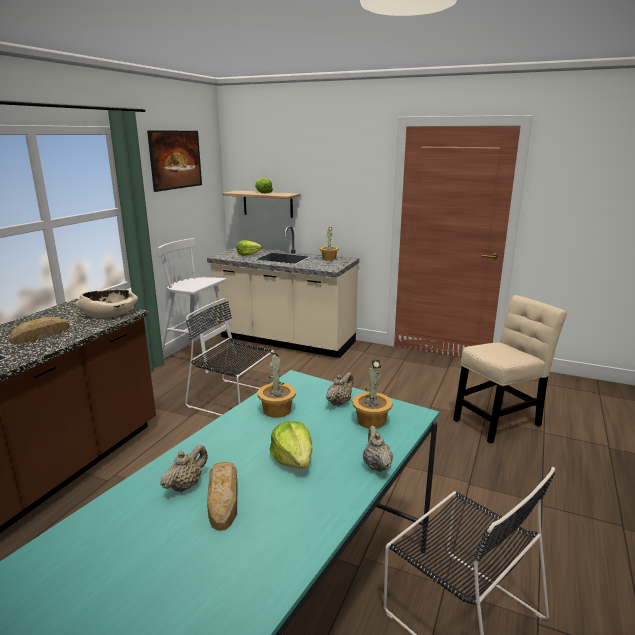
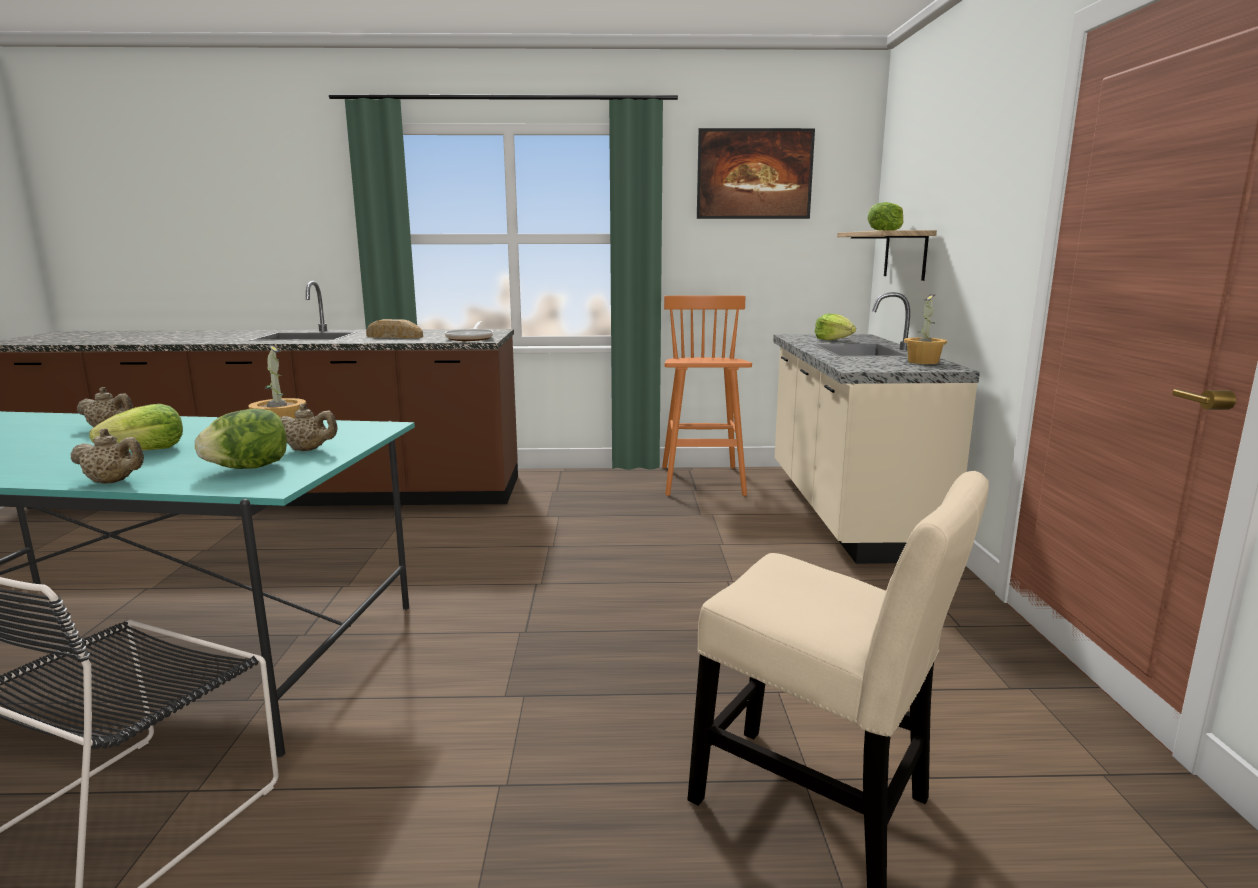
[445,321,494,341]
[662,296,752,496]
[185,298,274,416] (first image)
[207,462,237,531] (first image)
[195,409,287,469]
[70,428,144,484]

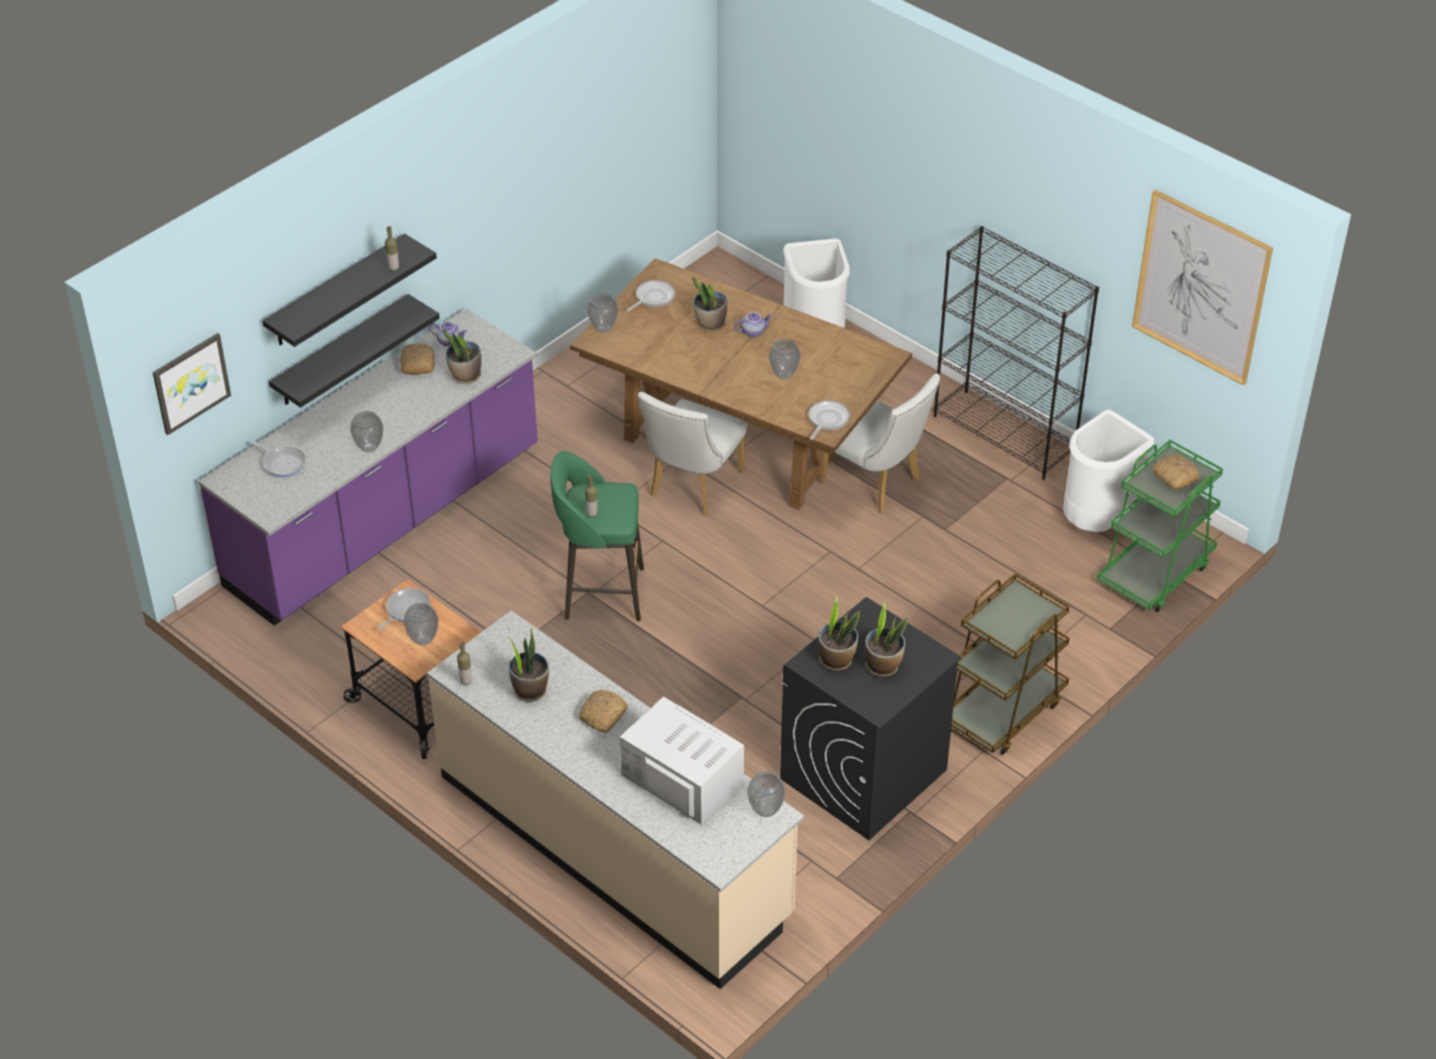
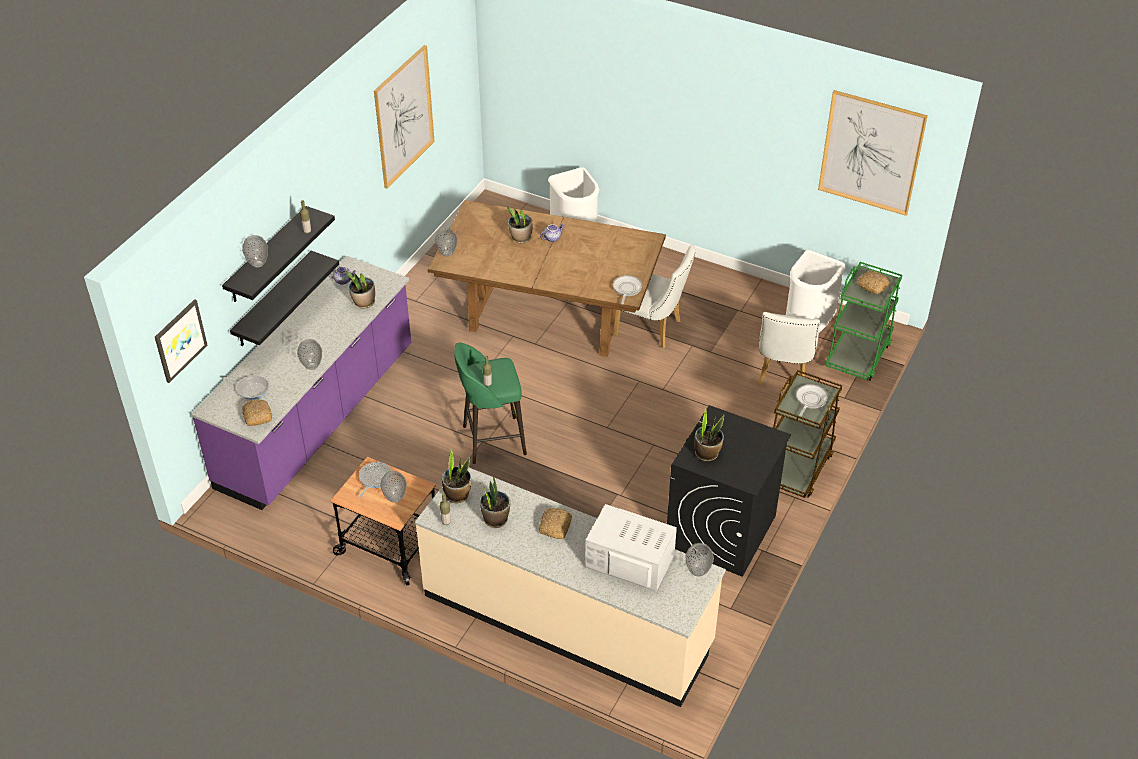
[242,399,272,426]
[796,384,828,416]
[757,312,820,386]
[242,235,268,268]
[442,448,471,503]
[934,226,1099,480] (first image)
[374,45,435,189]

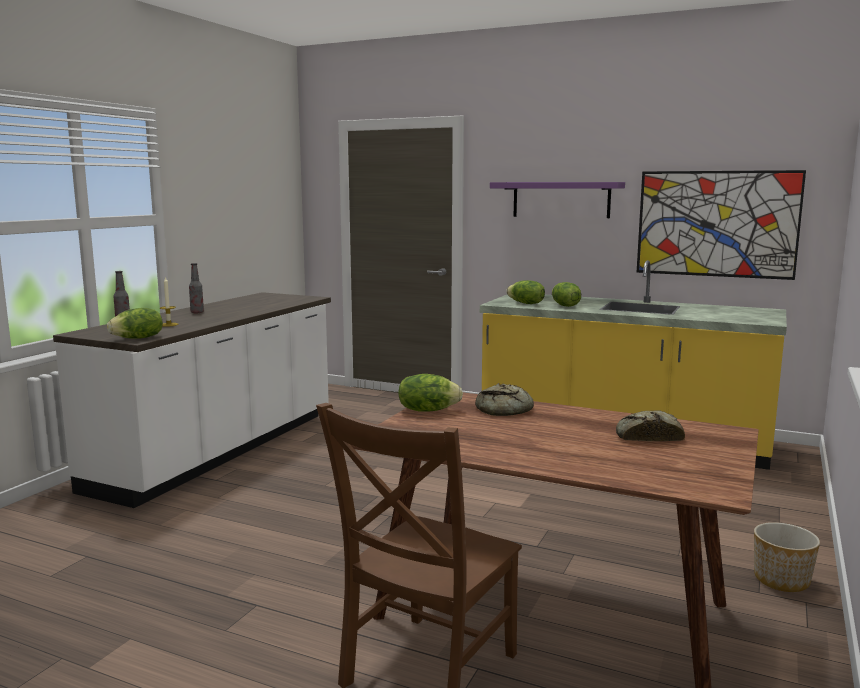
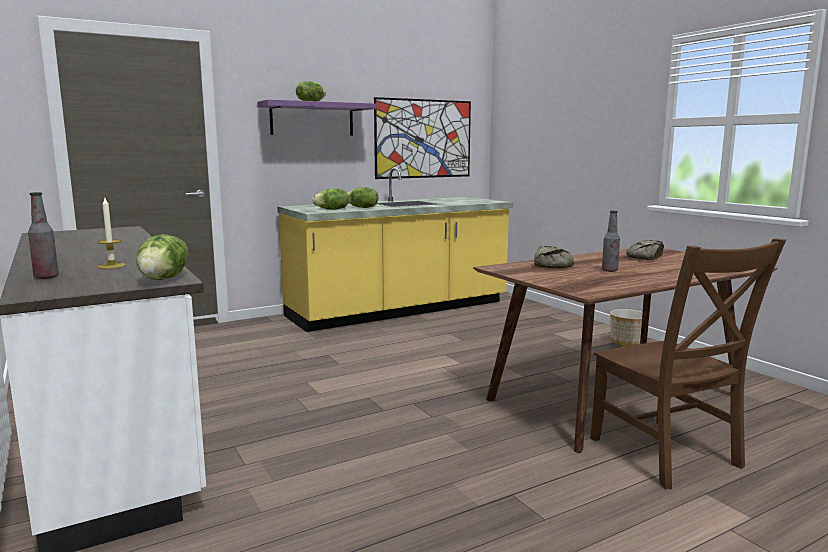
[602,211,620,272]
[296,81,326,101]

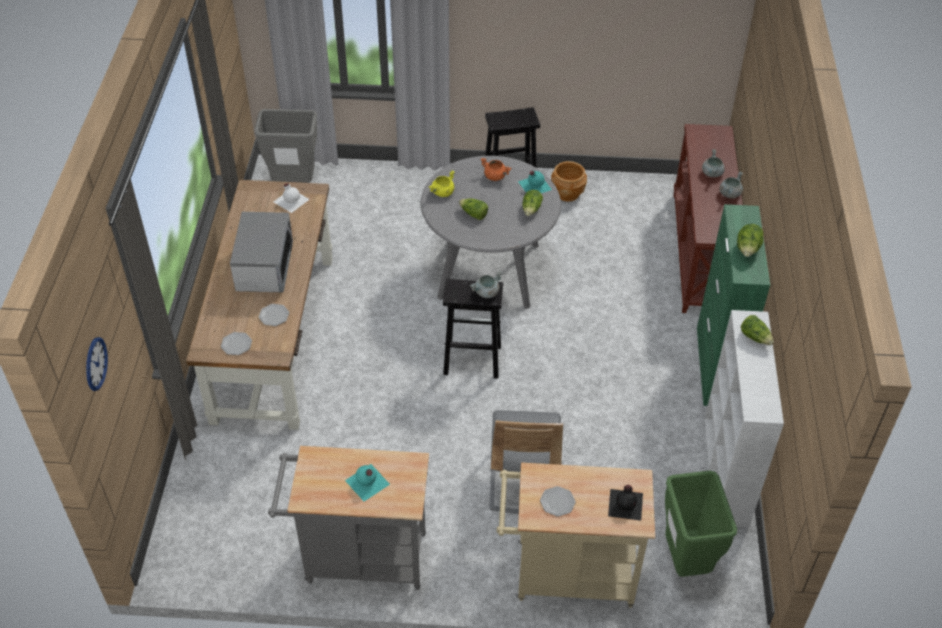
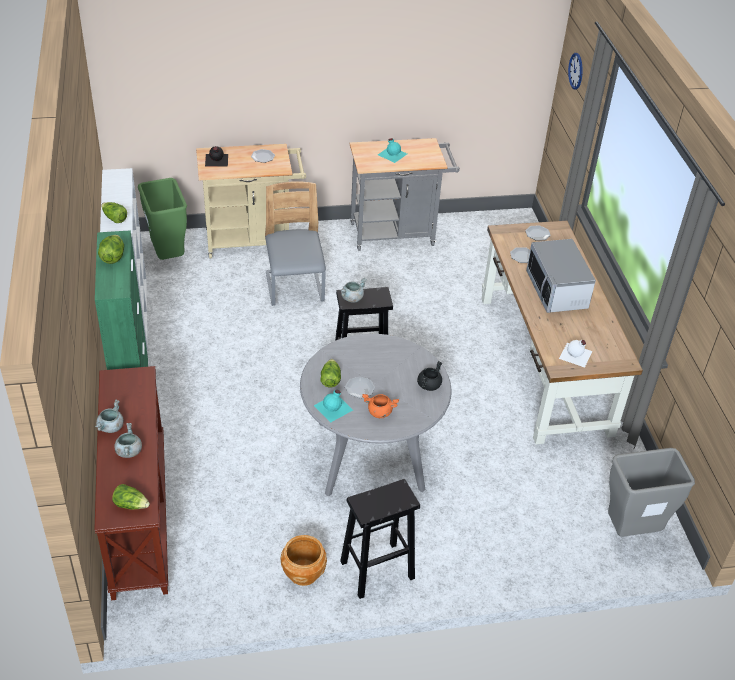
[417,361,442,391]
[112,484,150,509]
[345,376,375,398]

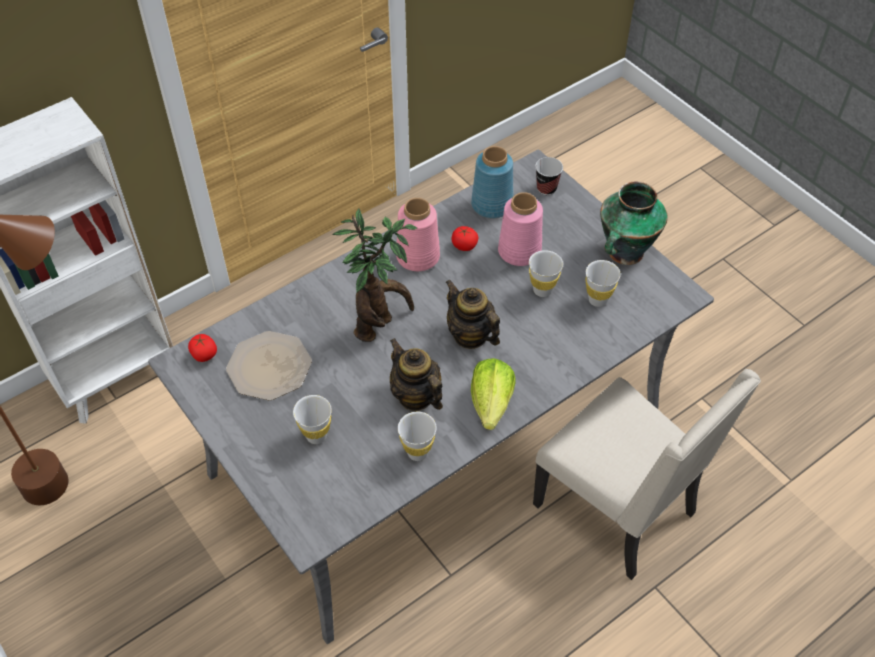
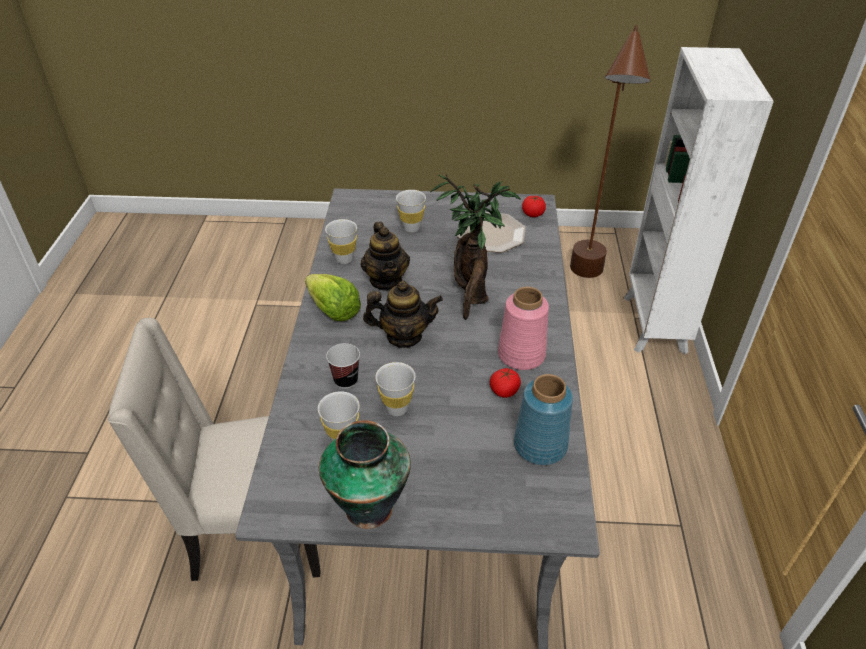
[361,222,410,291]
[498,192,543,266] (first image)
[326,343,360,389]

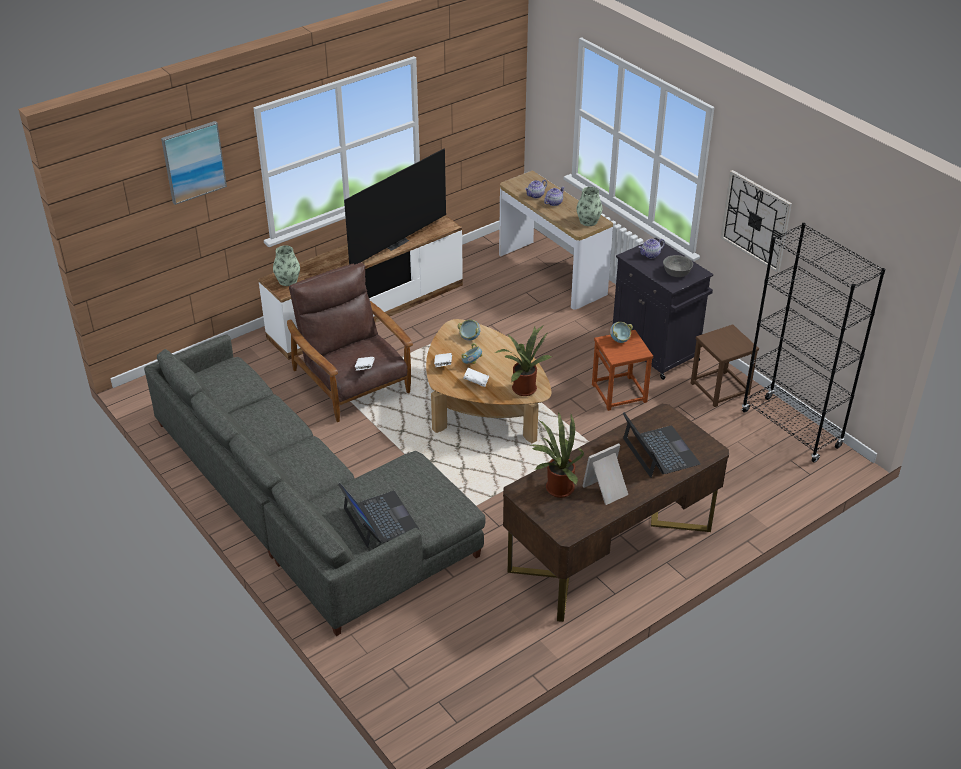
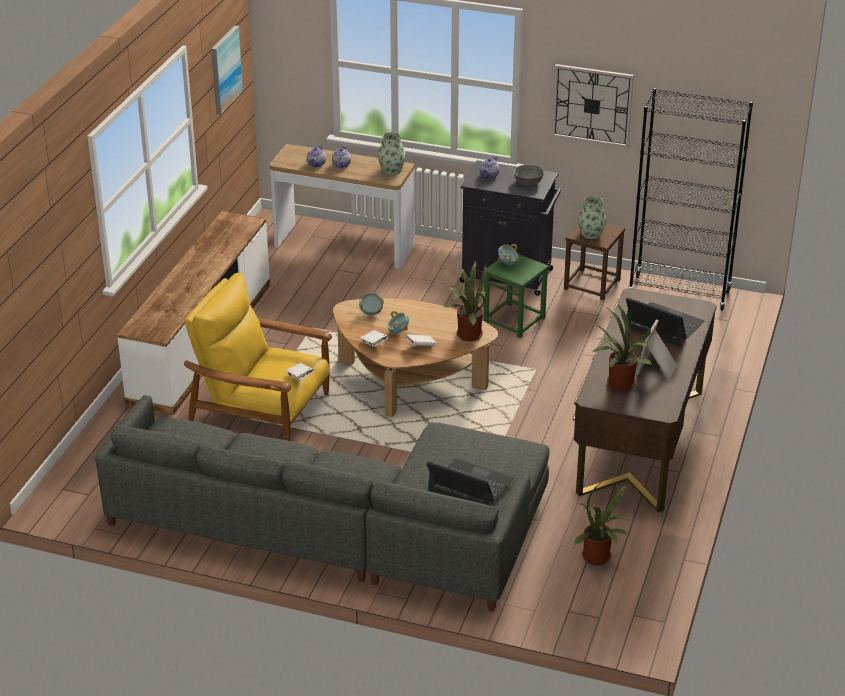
[211,26,243,115]
[578,196,606,239]
[184,273,332,441]
[344,149,446,265] (first image)
[483,254,549,338]
[573,484,630,566]

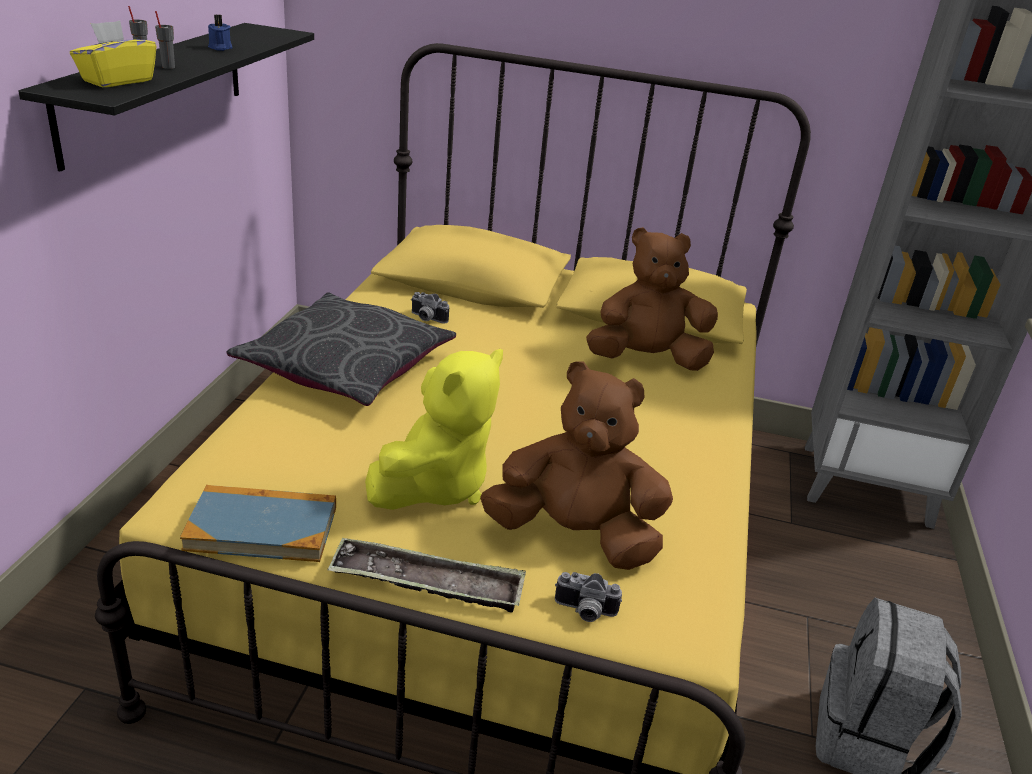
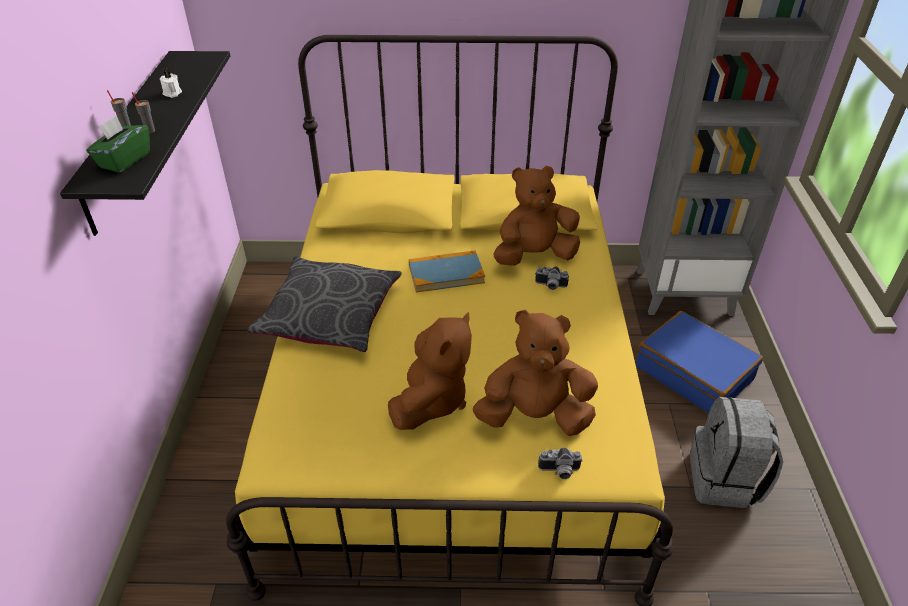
[86,115,150,173]
[409,250,485,293]
[160,69,182,98]
[328,537,526,613] (first image)
[388,312,472,430]
[535,266,569,290]
[635,311,763,414]

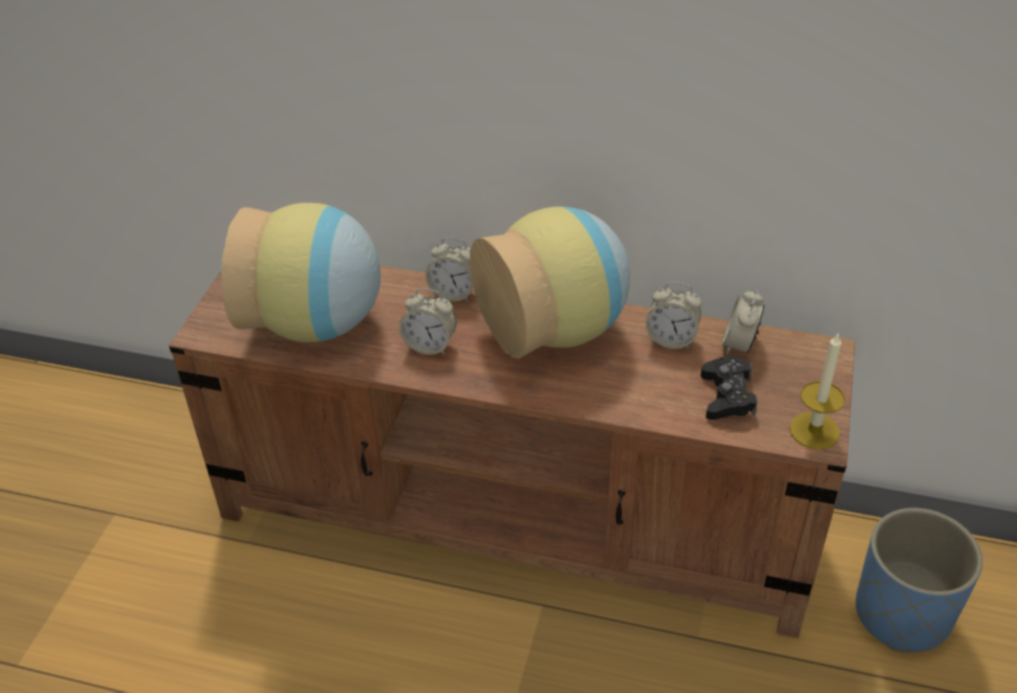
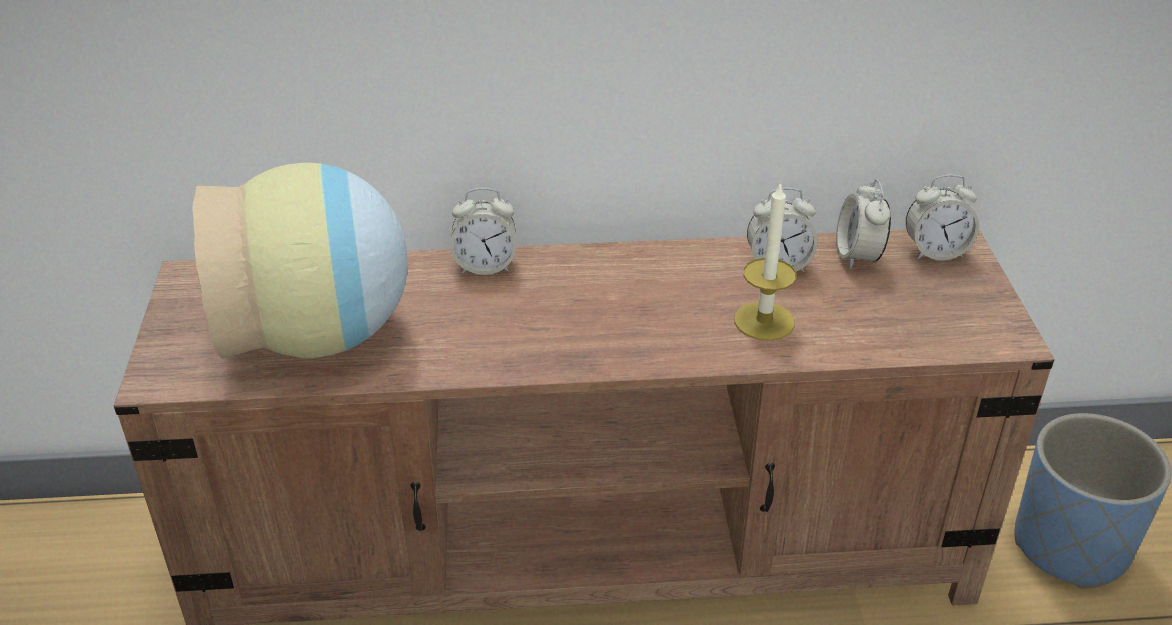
[906,174,979,261]
[470,207,630,359] (first image)
[701,356,757,420] (first image)
[734,181,796,341]

